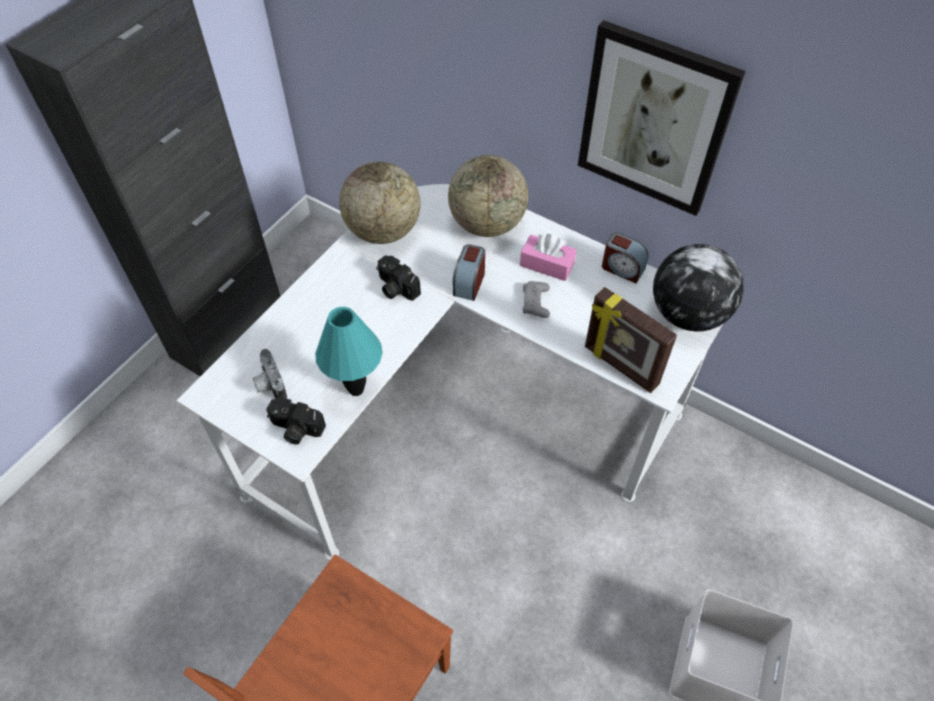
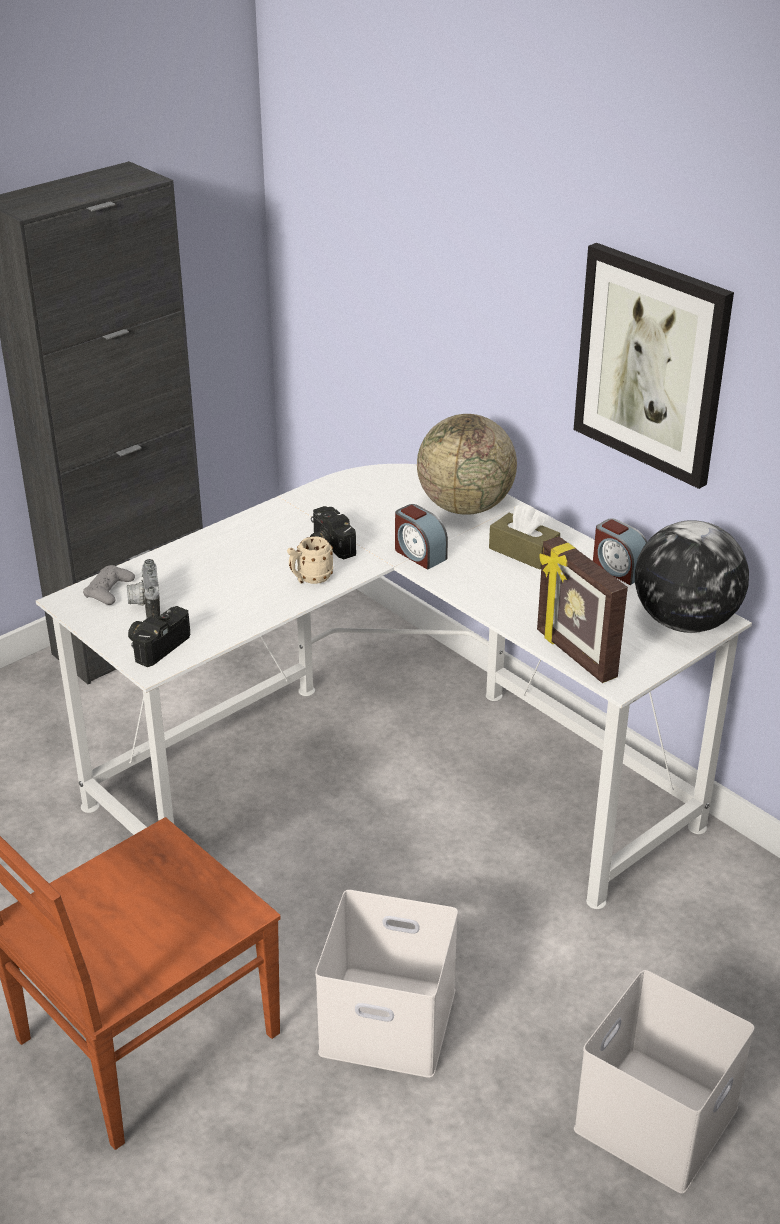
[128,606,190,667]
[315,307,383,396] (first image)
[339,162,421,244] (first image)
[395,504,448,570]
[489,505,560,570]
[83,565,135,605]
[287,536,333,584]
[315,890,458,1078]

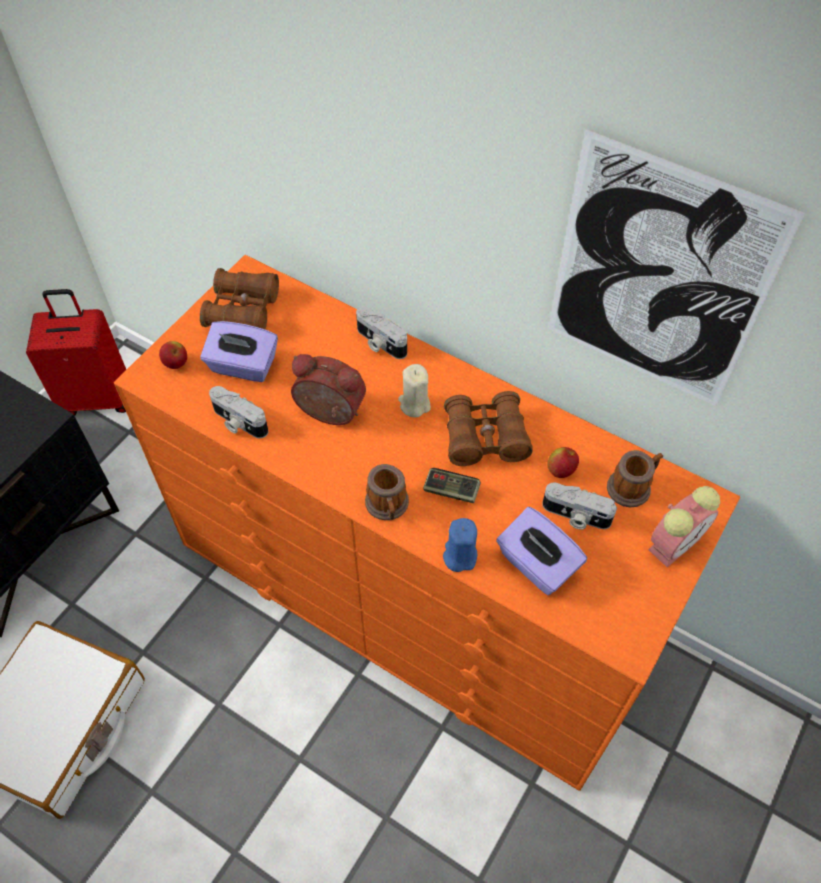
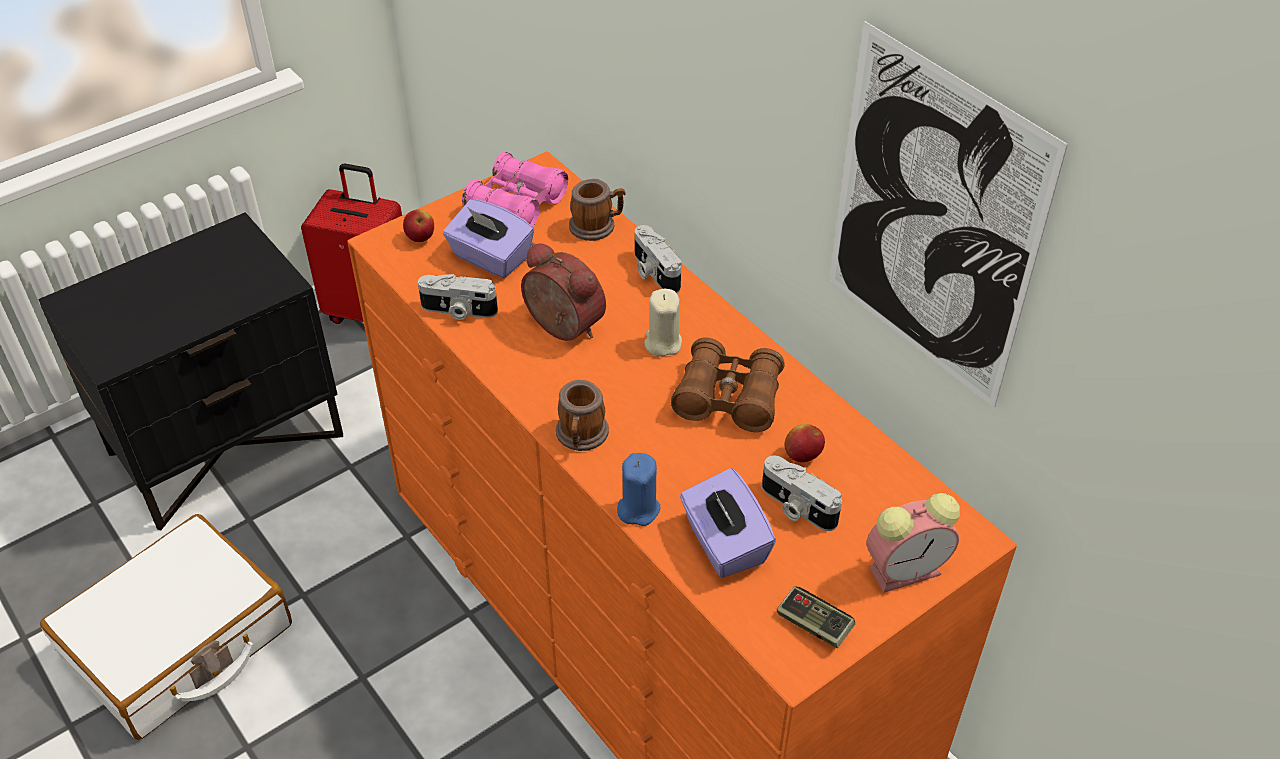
[462,152,568,227]
[418,274,498,320]
[777,586,855,648]
[569,179,626,241]

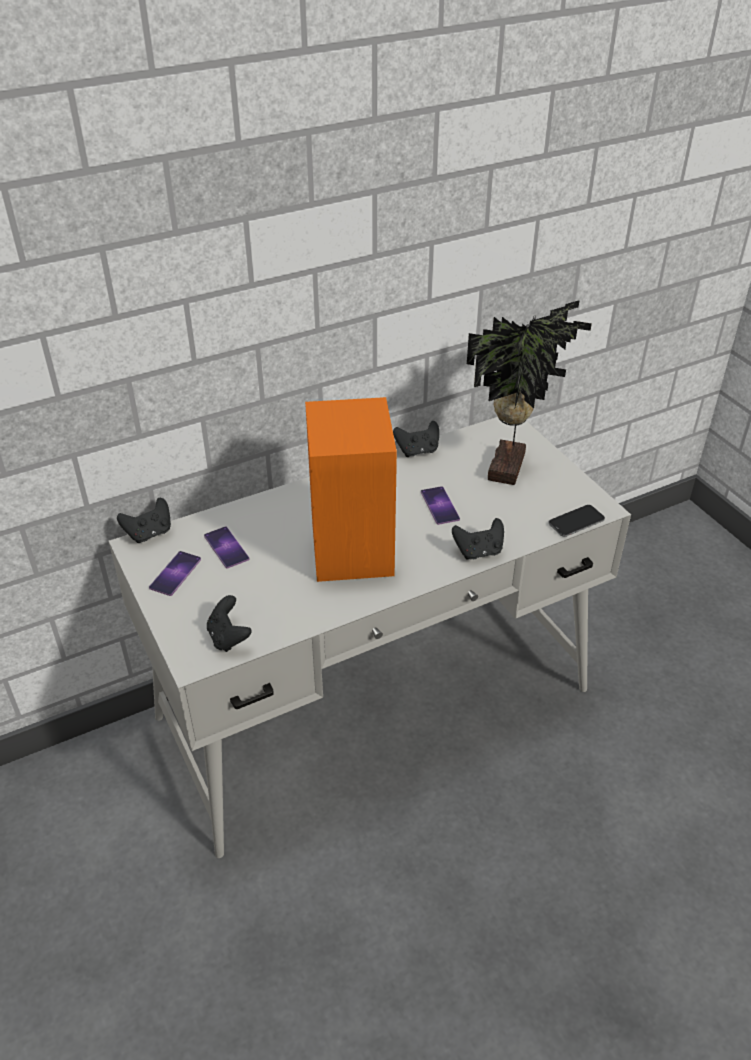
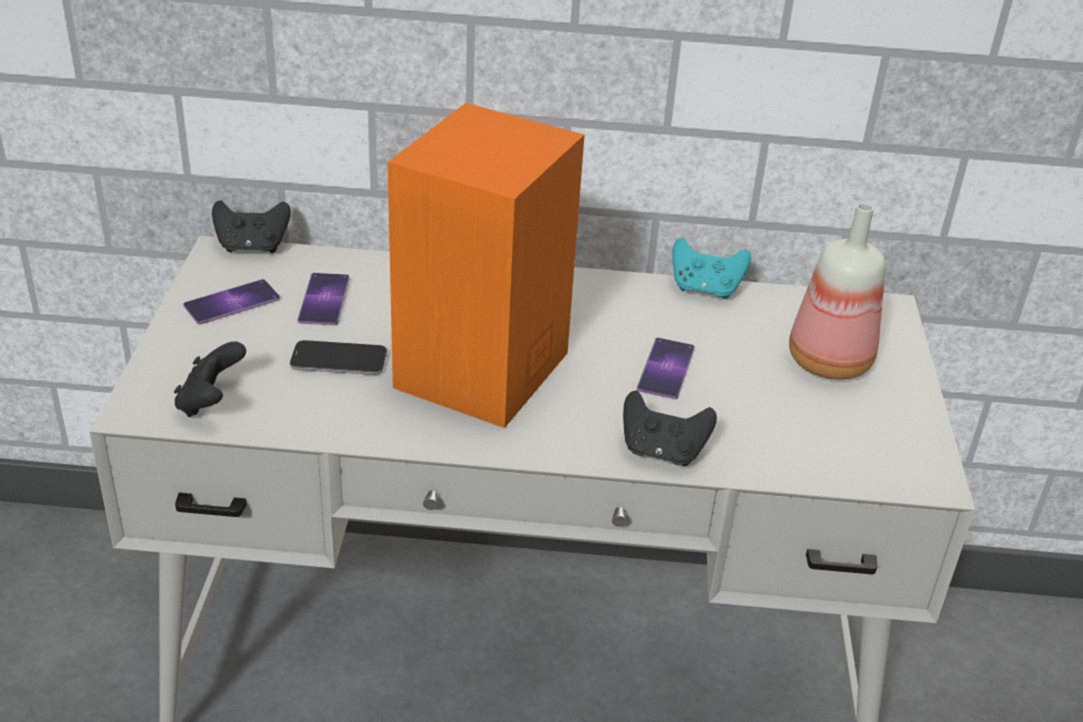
[672,238,751,299]
[789,203,886,379]
[290,340,387,375]

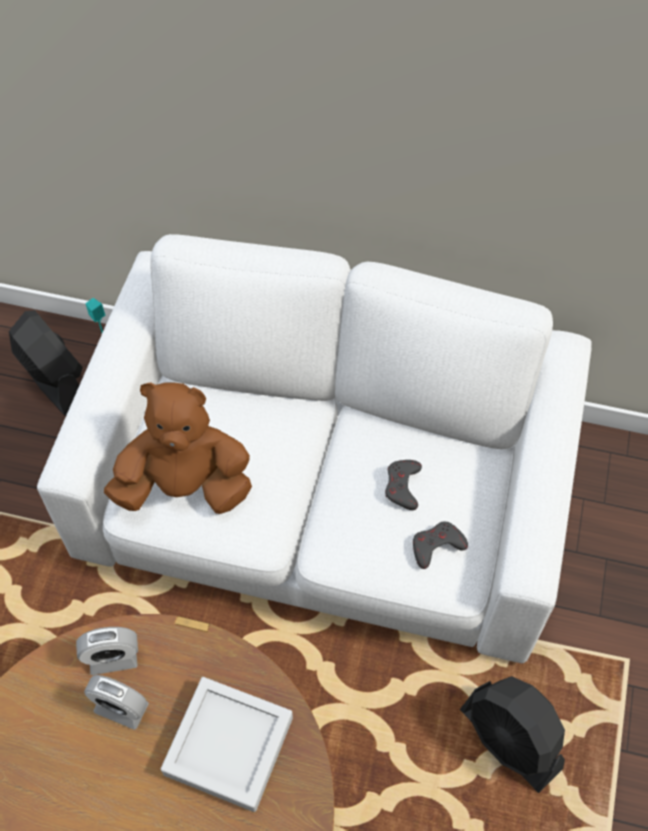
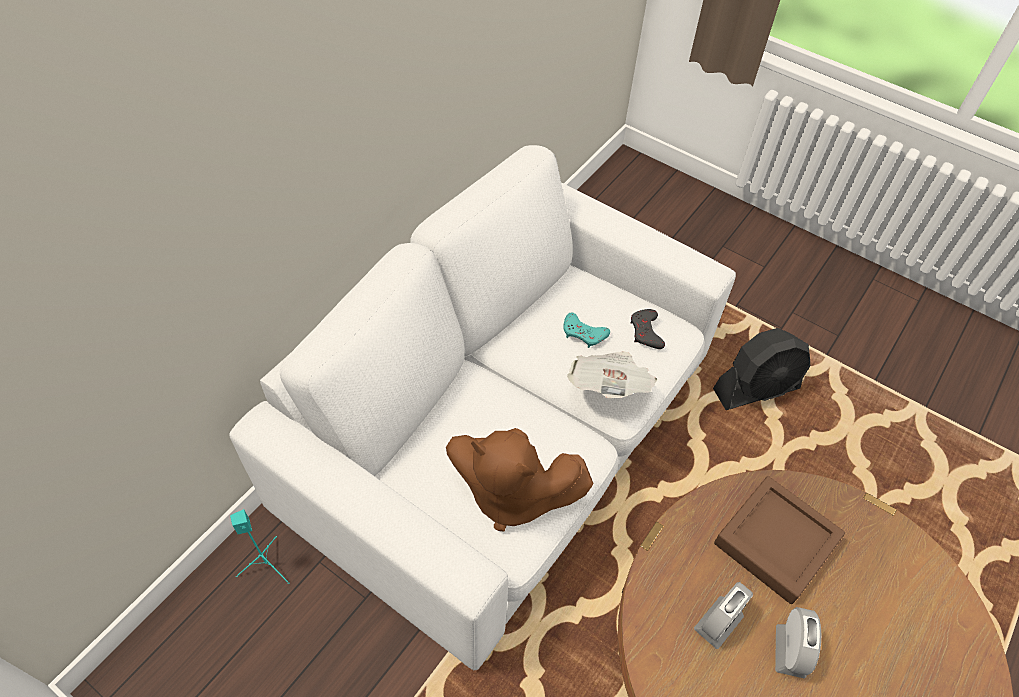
[9,310,83,416] (first image)
[775,607,821,679]
[446,428,593,532]
[714,476,845,604]
[563,312,610,348]
[567,351,657,398]

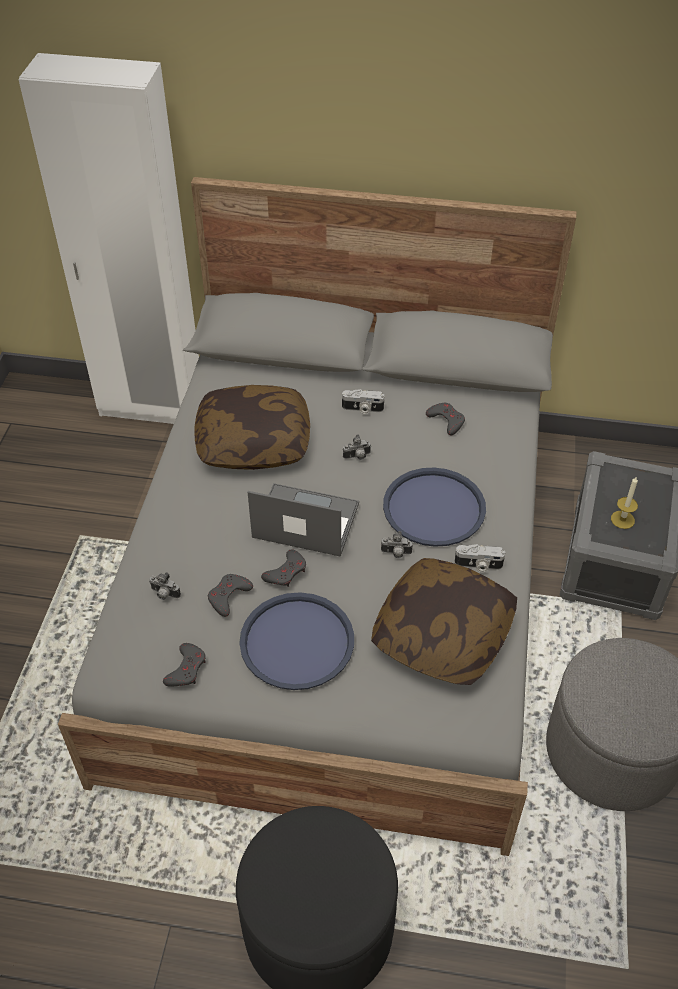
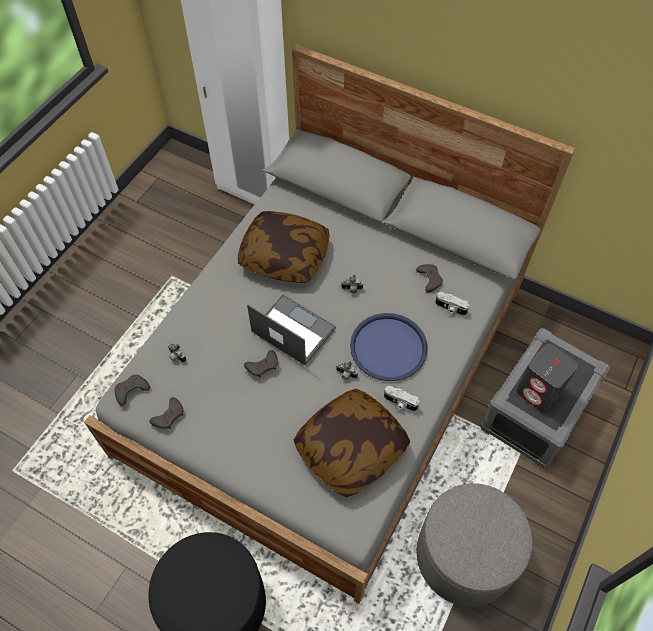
[114,375,150,406]
[239,592,354,690] (first image)
[435,292,469,316]
[516,344,578,412]

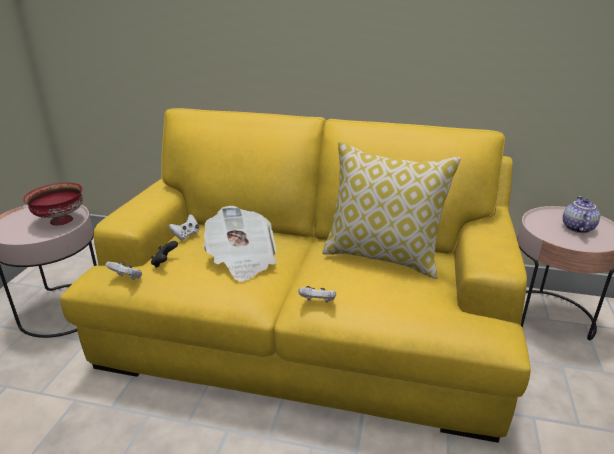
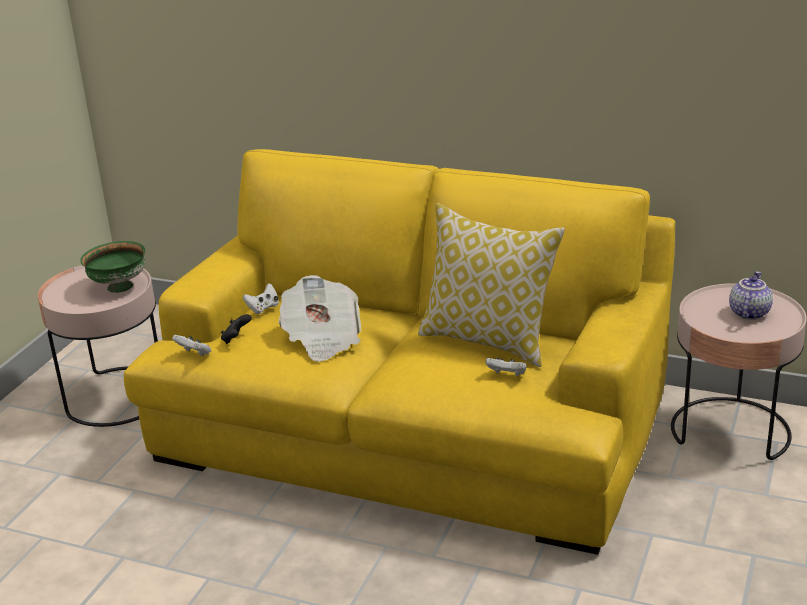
[80,241,146,293]
[486,358,526,376]

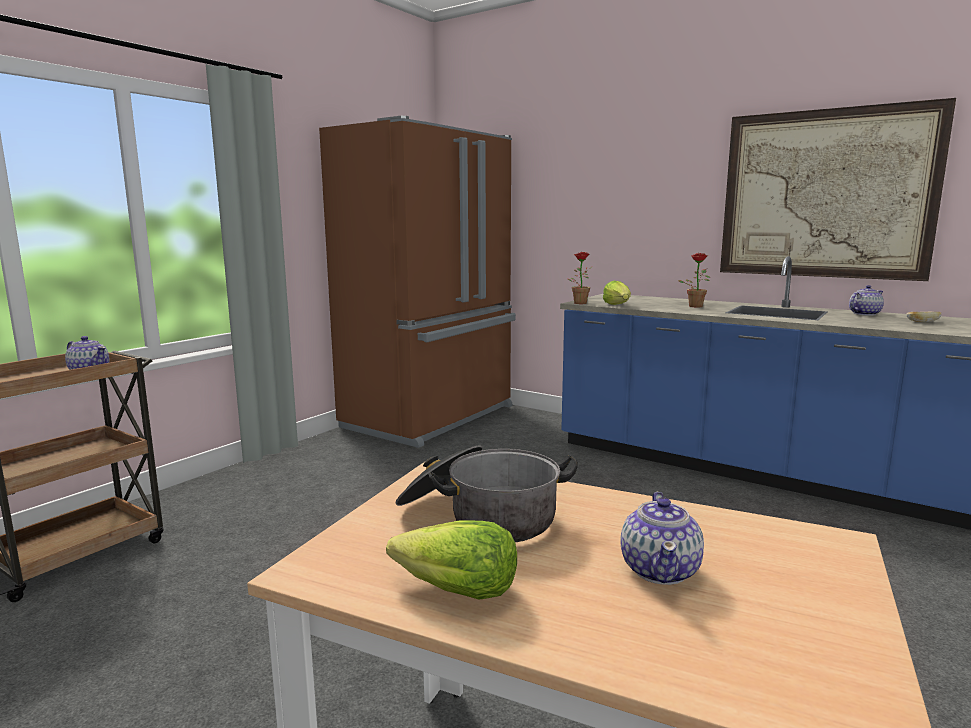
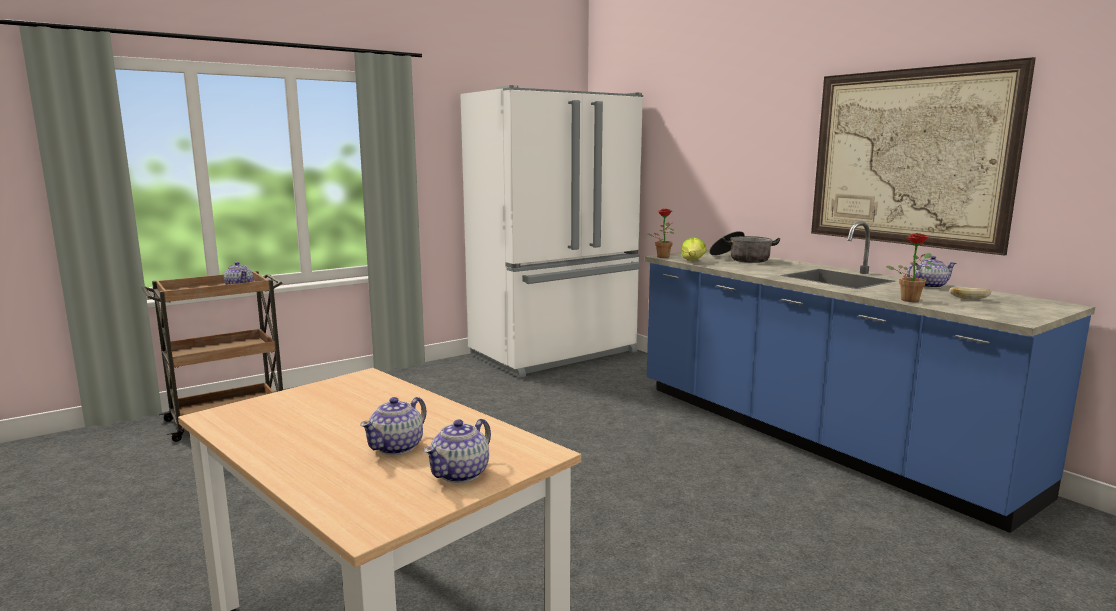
[460,85,643,378]
[386,521,517,600] (first image)
[709,231,780,263]
[886,233,934,302]
[424,418,491,483]

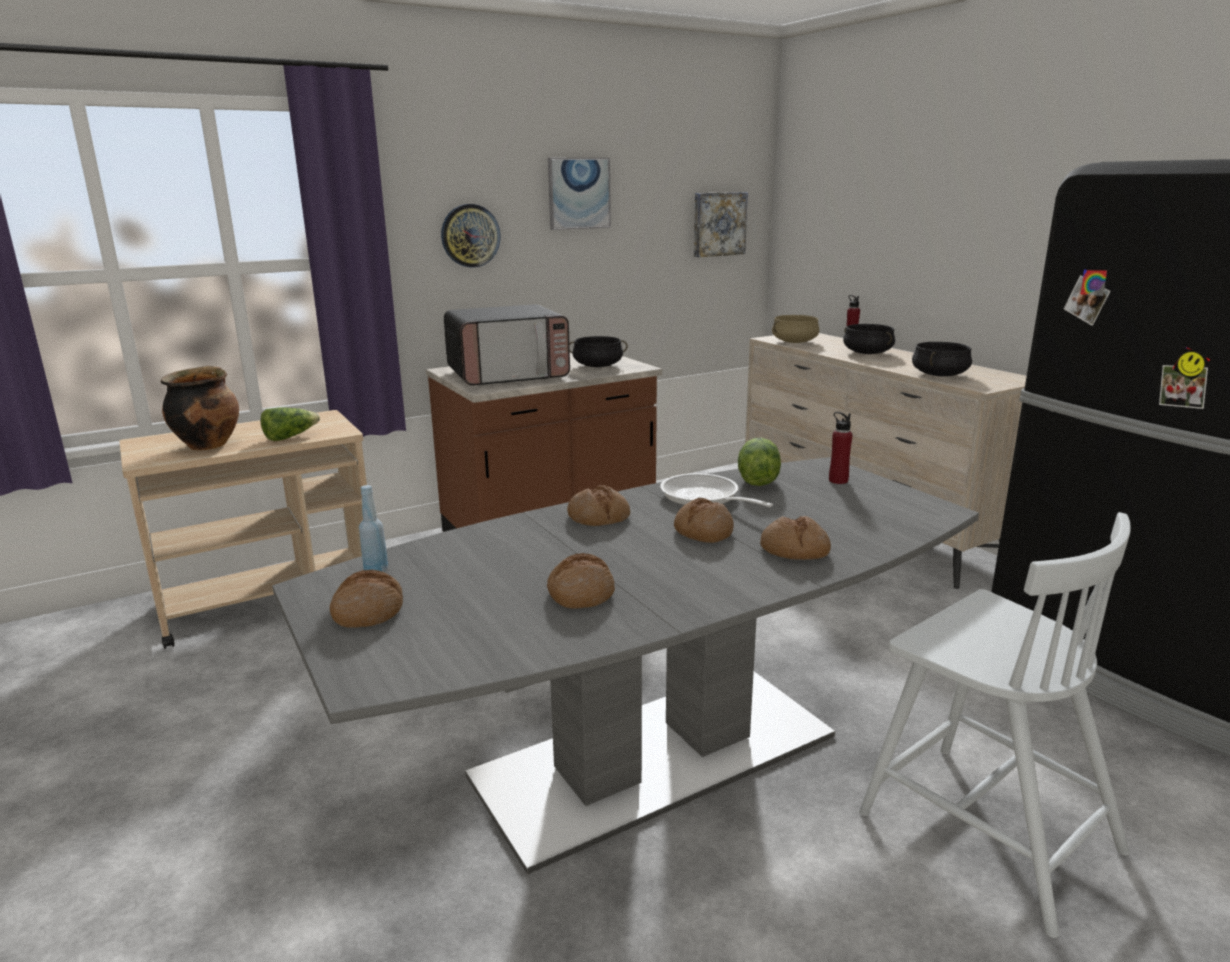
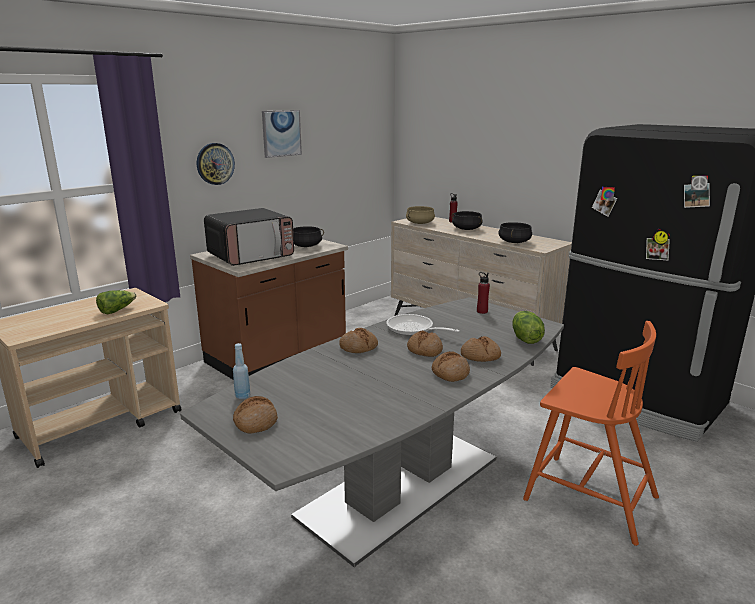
[161,366,239,451] (first image)
[432,351,470,382]
[694,192,748,257] (first image)
[512,311,545,344]
[523,321,659,546]

